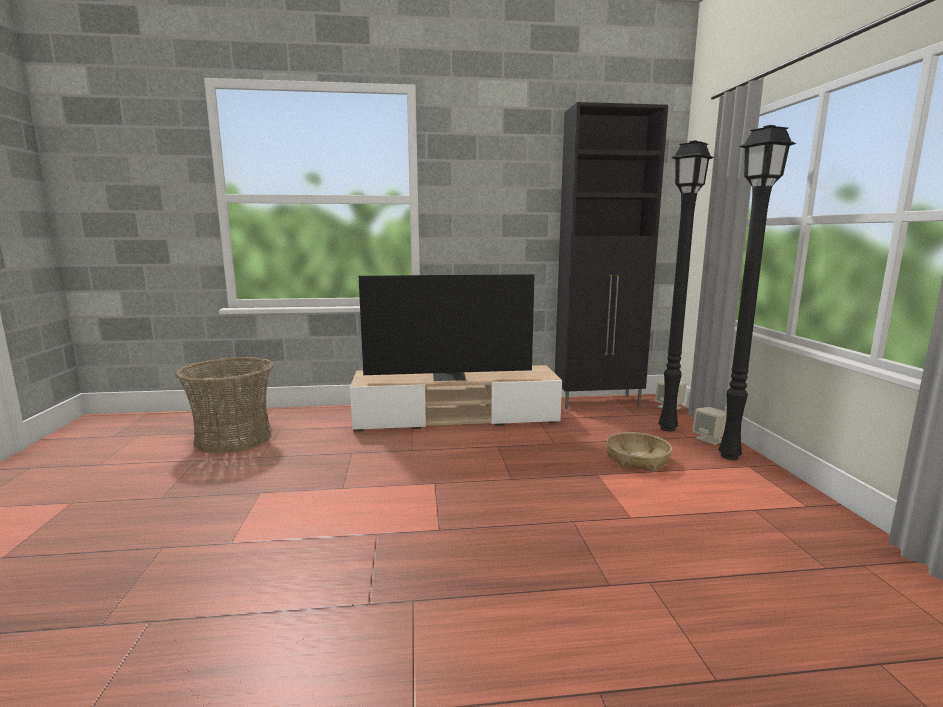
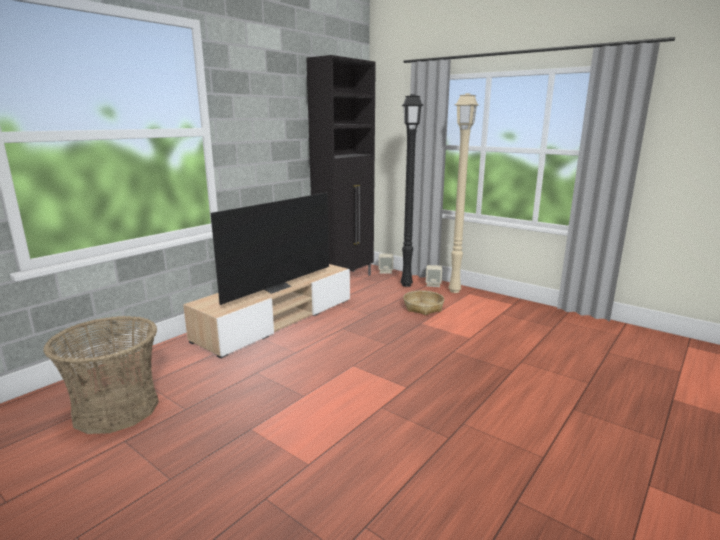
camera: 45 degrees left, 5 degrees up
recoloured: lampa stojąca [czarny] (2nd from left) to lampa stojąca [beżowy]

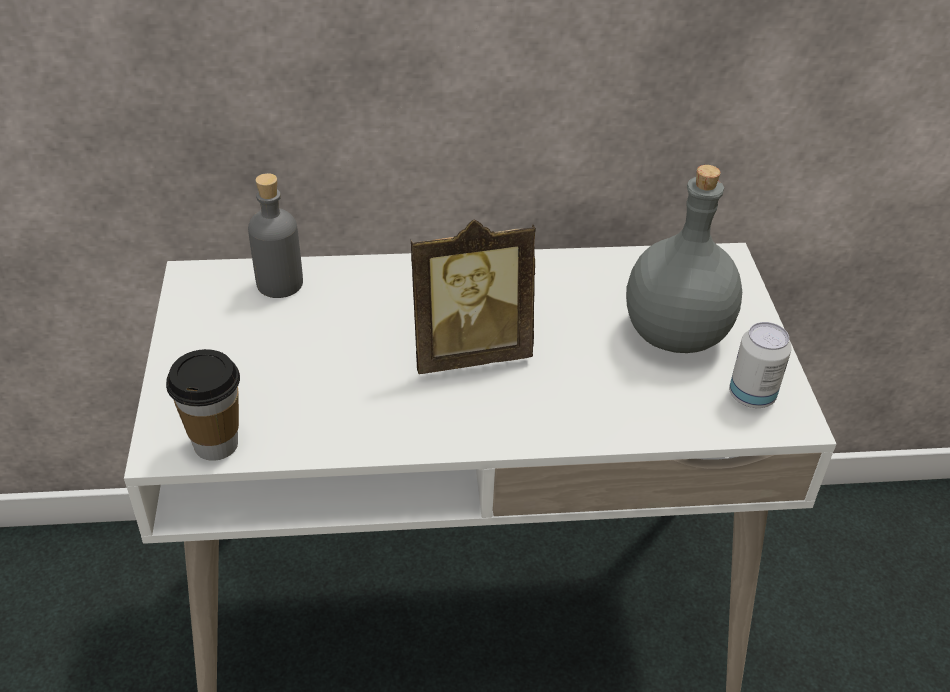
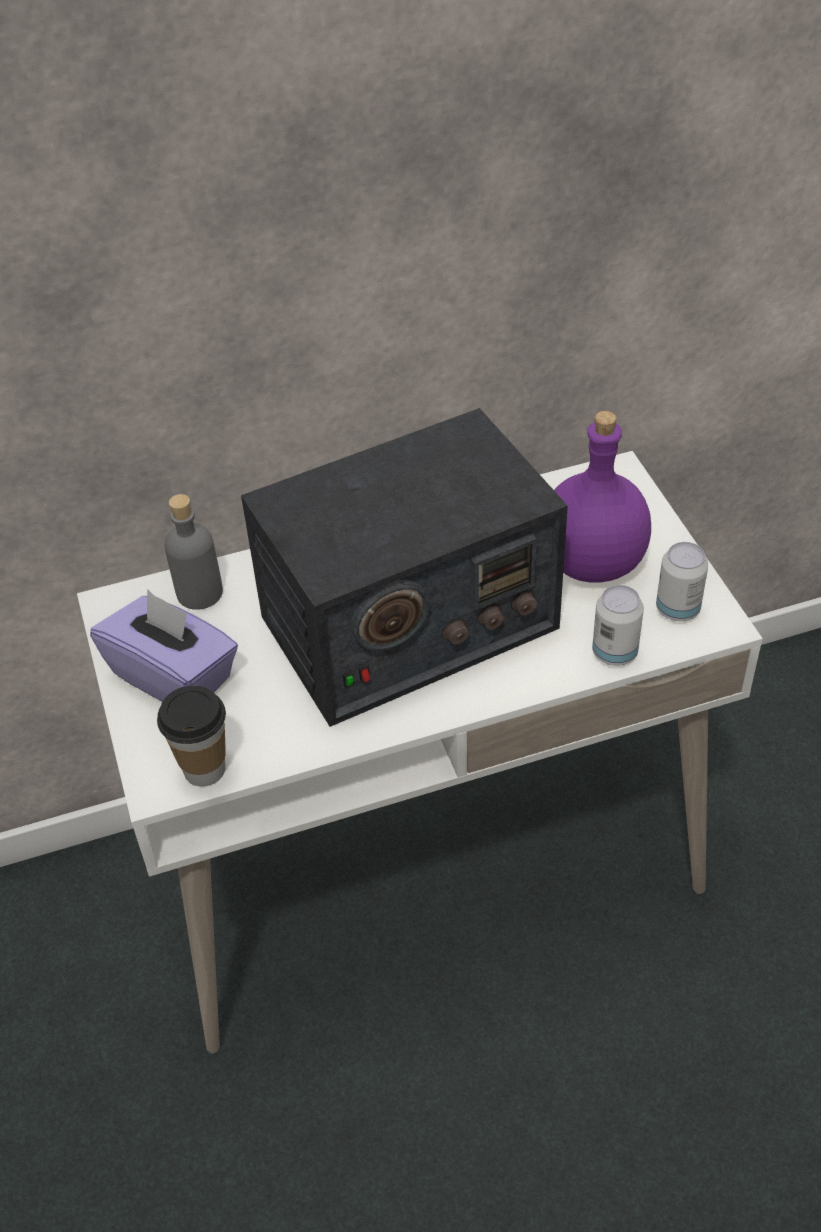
camera: 10 degrees left, 5 degrees up
added: puszka (1st from left); pudełko chusteczek [fioletowy]
replaced: ramka na zdjęcie to radio
recoloured: butelka [szary] (2nd from left) to butelka [fioletowy]

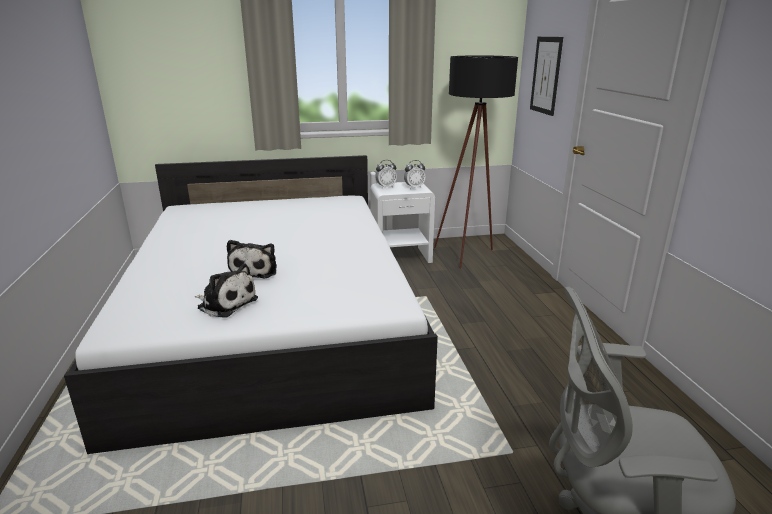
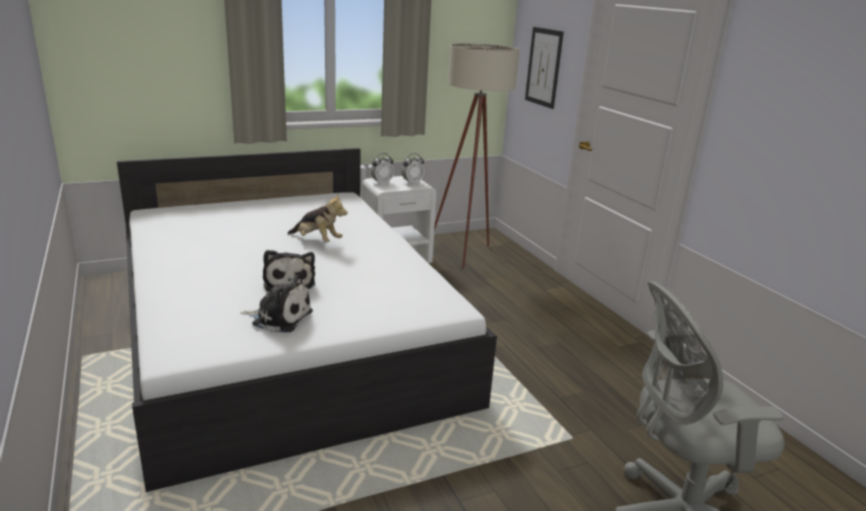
camera: 15 degrees left, 0 degrees up
added: pluszak (3rd from left)
recoloured: lampa stojąca [czarny] to lampa stojąca [beżowy]

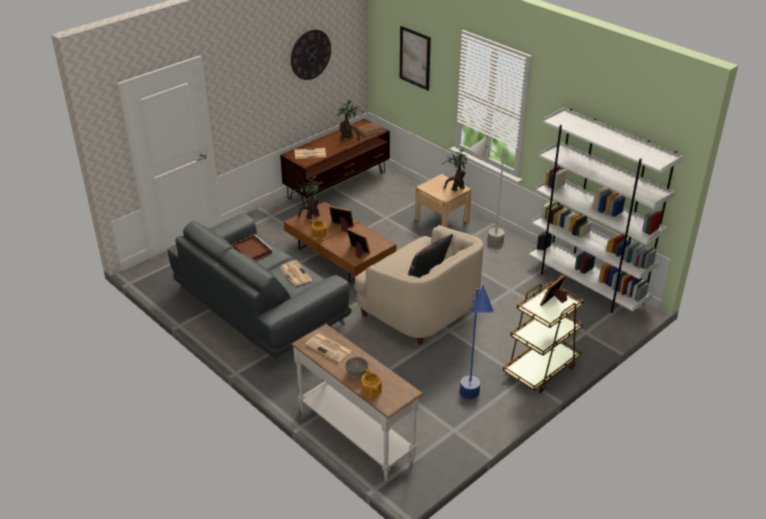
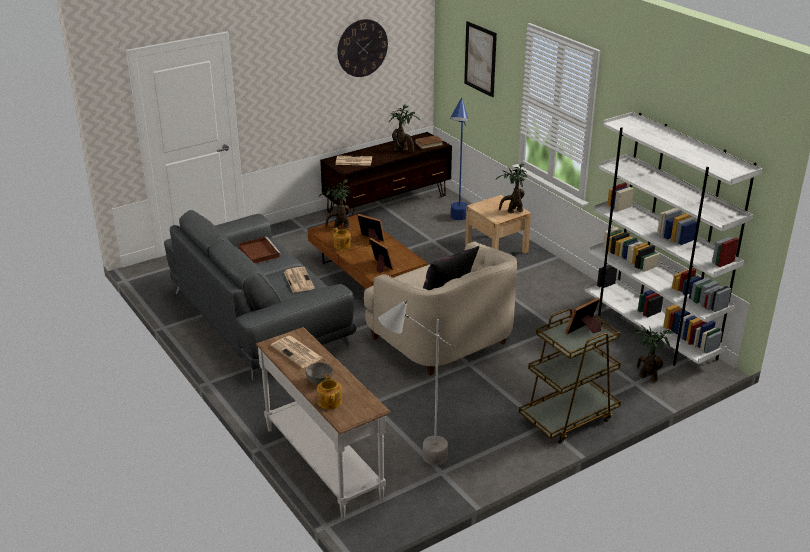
camera: 10 degrees right, 5 degrees down
added: roślina doniczkowa (4th from left)
moved: lampa stojąca [szary]; lampa stojąca [niebieski]

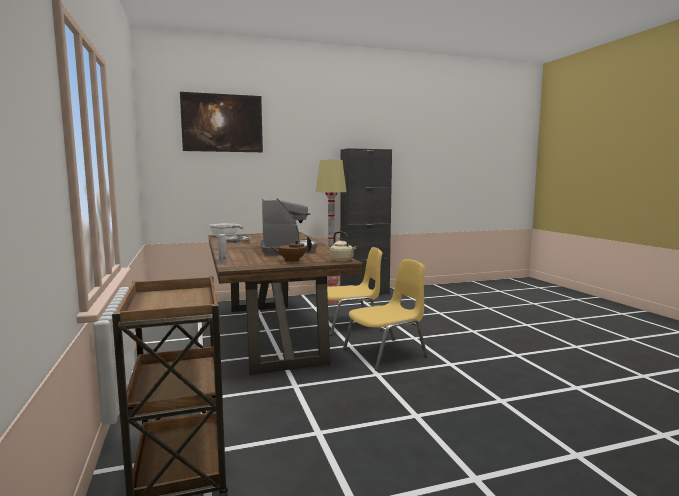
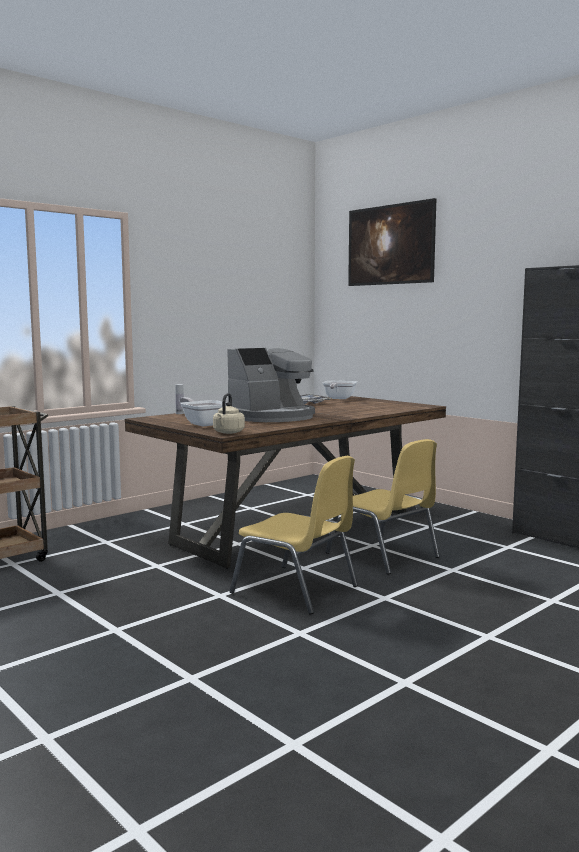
camera: 65 degrees right, 0 degrees up
removed: lampa stojąca
replaced: imbryk [brązowy] to patelnia (1st from left)

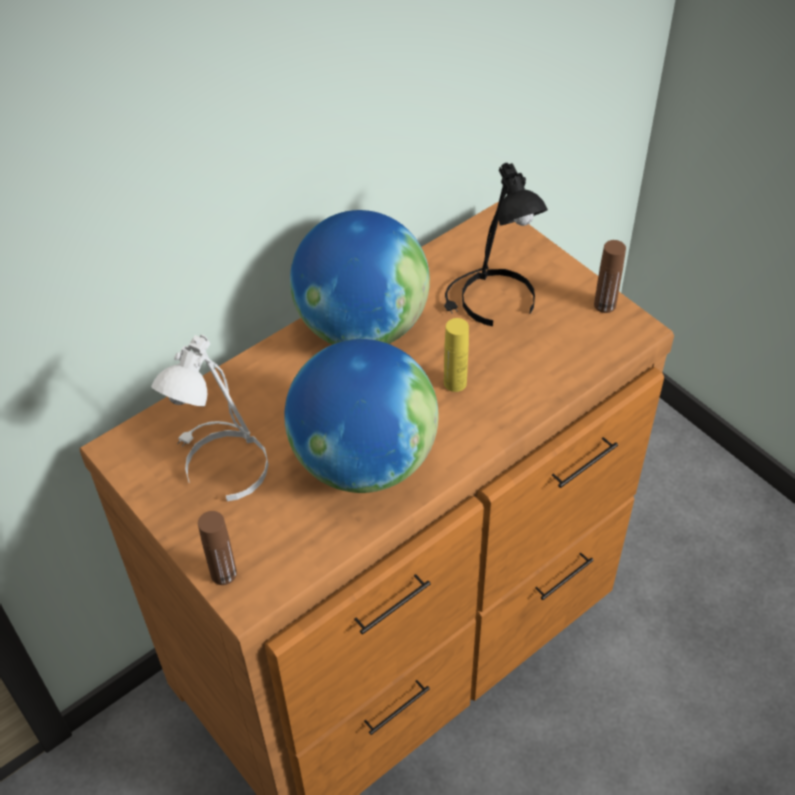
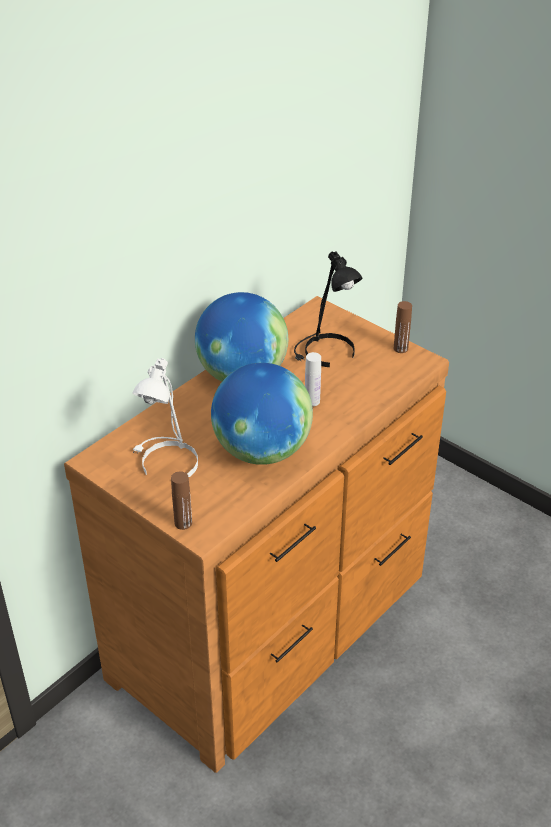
camera: 10 degrees left, 10 degrees down
recoloured: butelka [żółty] to butelka [biały]

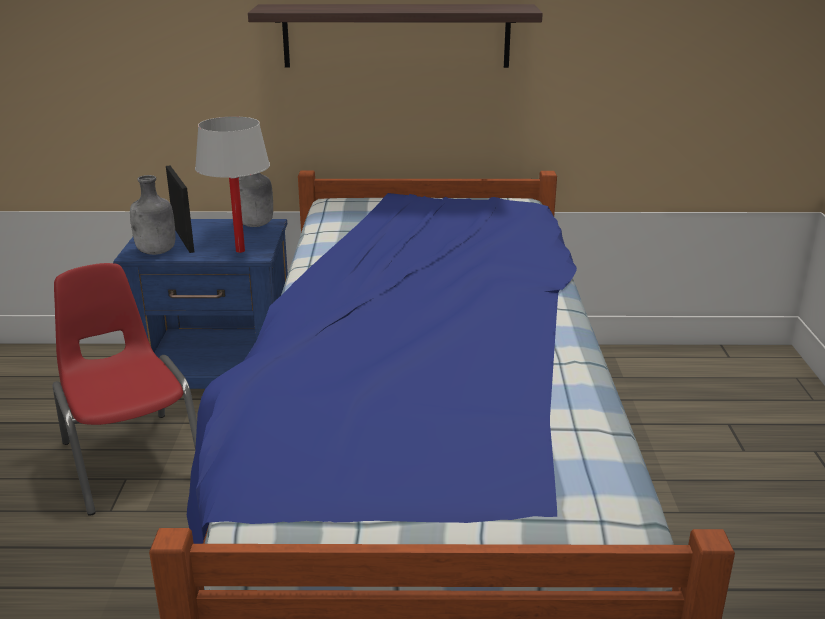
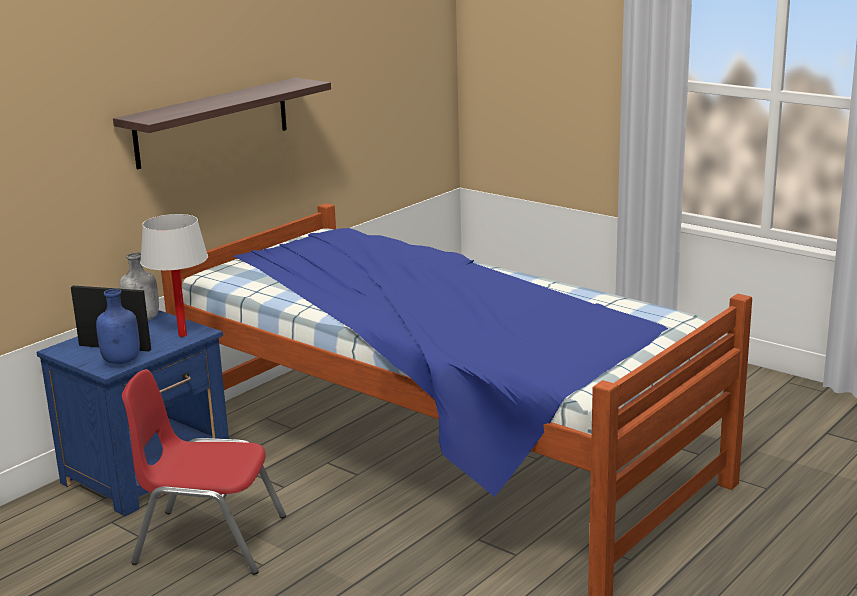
camera: 50 degrees left, 5 degrees down
recoloured: butelka [szary] (1st from left) to butelka [niebieski]

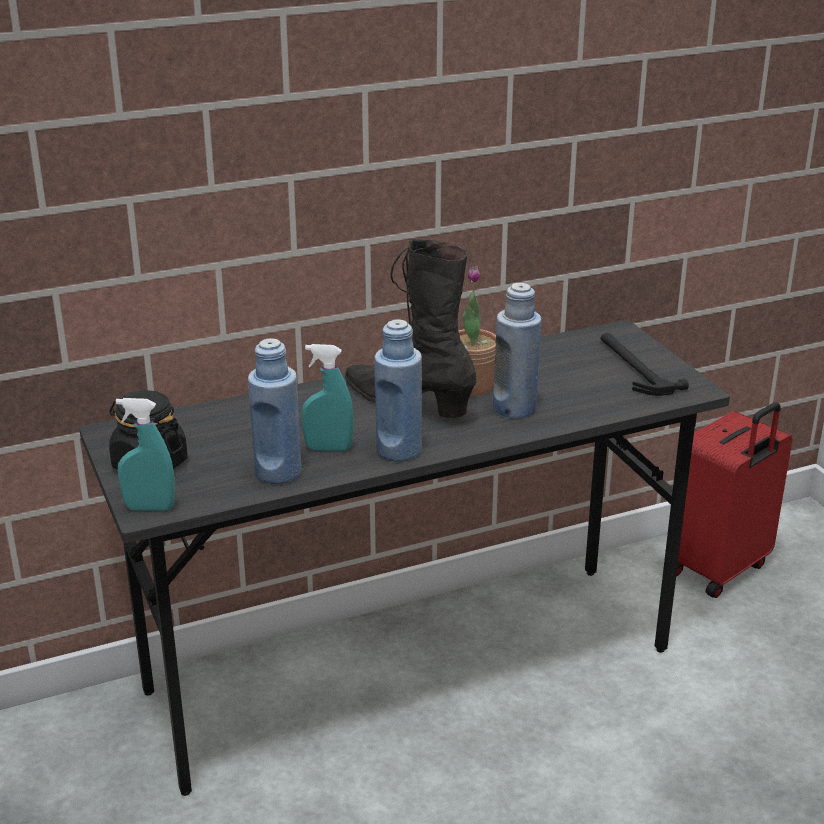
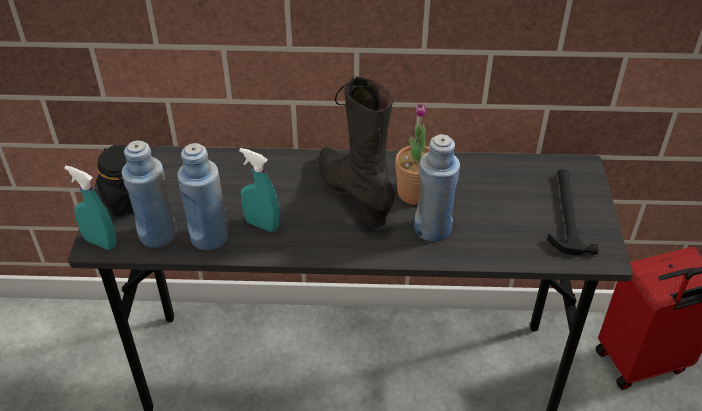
camera: 25 degrees right, 15 degrees up
moved: butelka [niebieski] (2nd from left in the first image) to butelka [niebieski] (1st from left)

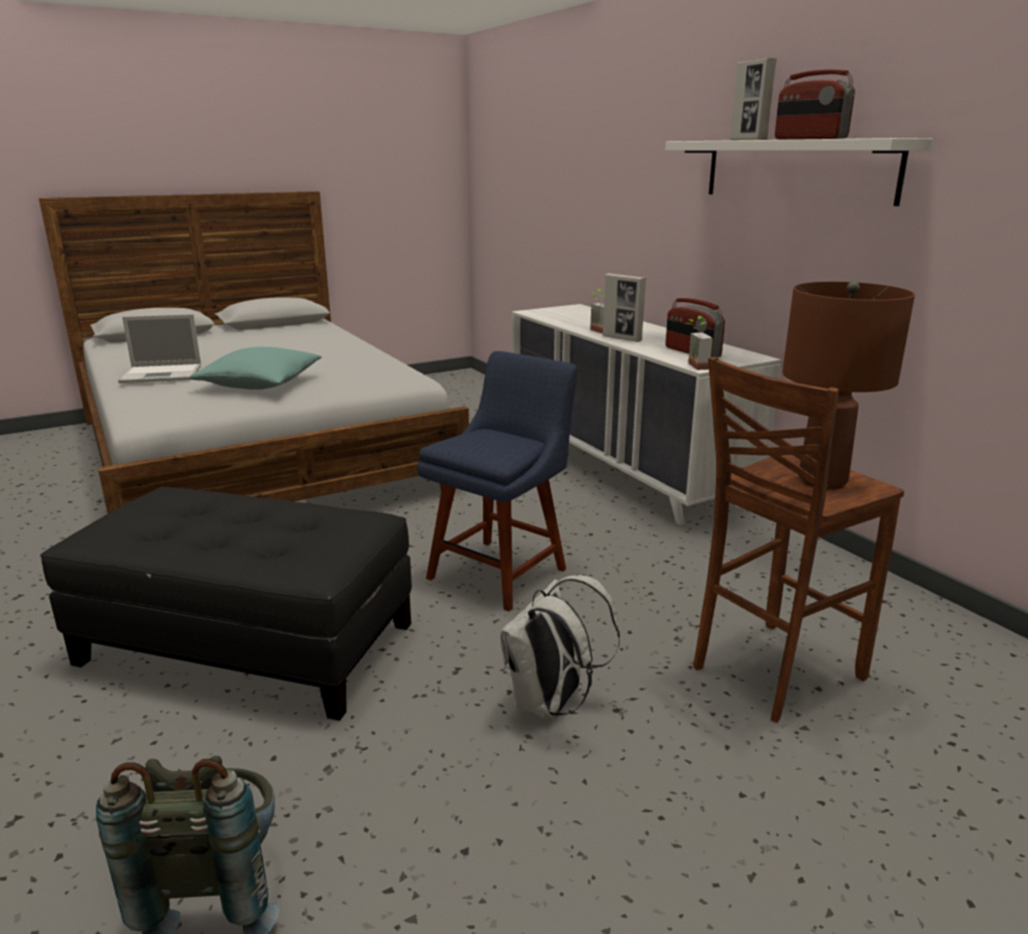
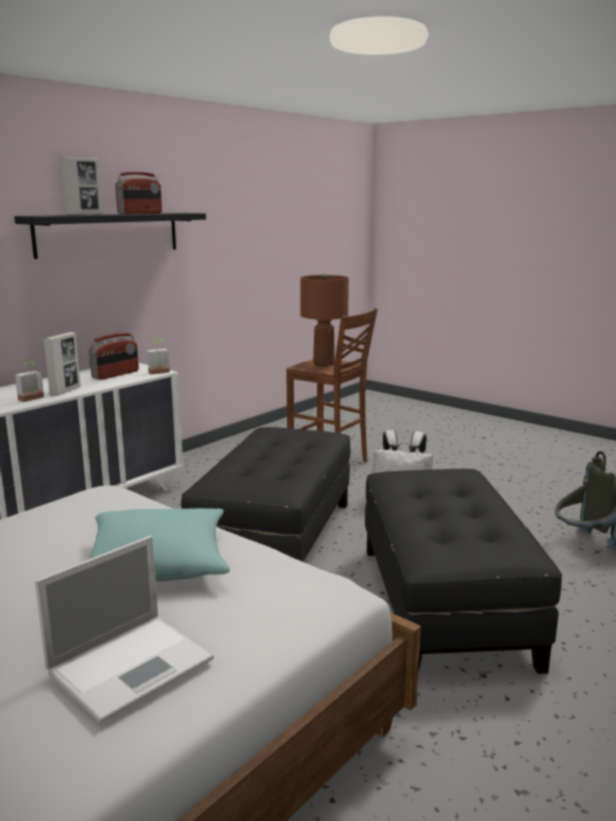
camera: 110 degrees left, 5 degrees down
replaced: krzesło [niebieski] to pufa [czarny] (1st from left)
recoloured: półka [biały] to półka [czarny]
turned: laptop 75 degrees clockwise

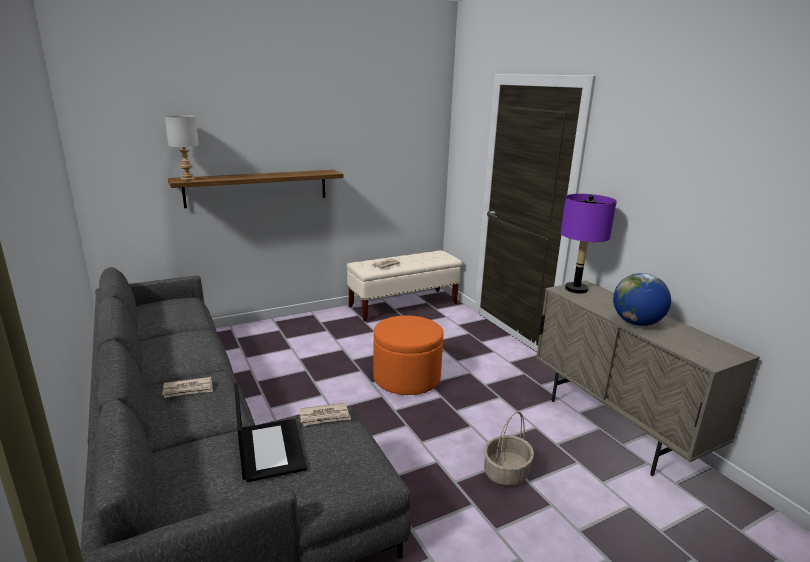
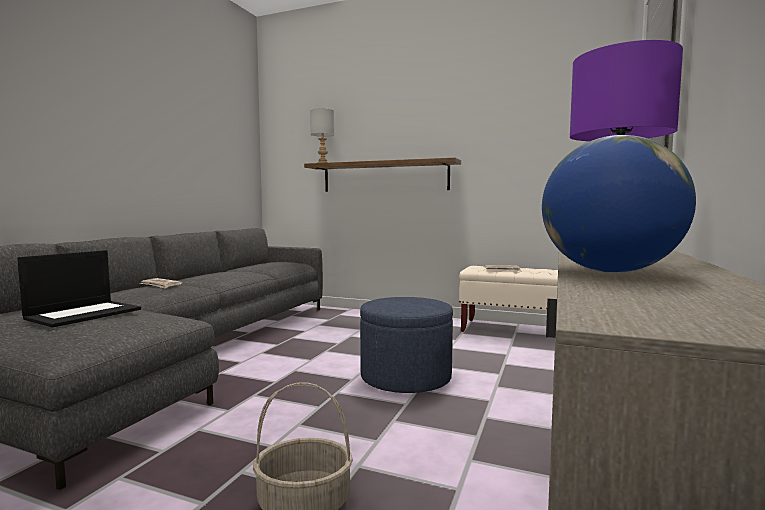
camera: 50 degrees right, 15 degrees down
removed: gazeta (2nd from left)
recoloured: pufa [pomarańczowy] to pufa [niebieski]

